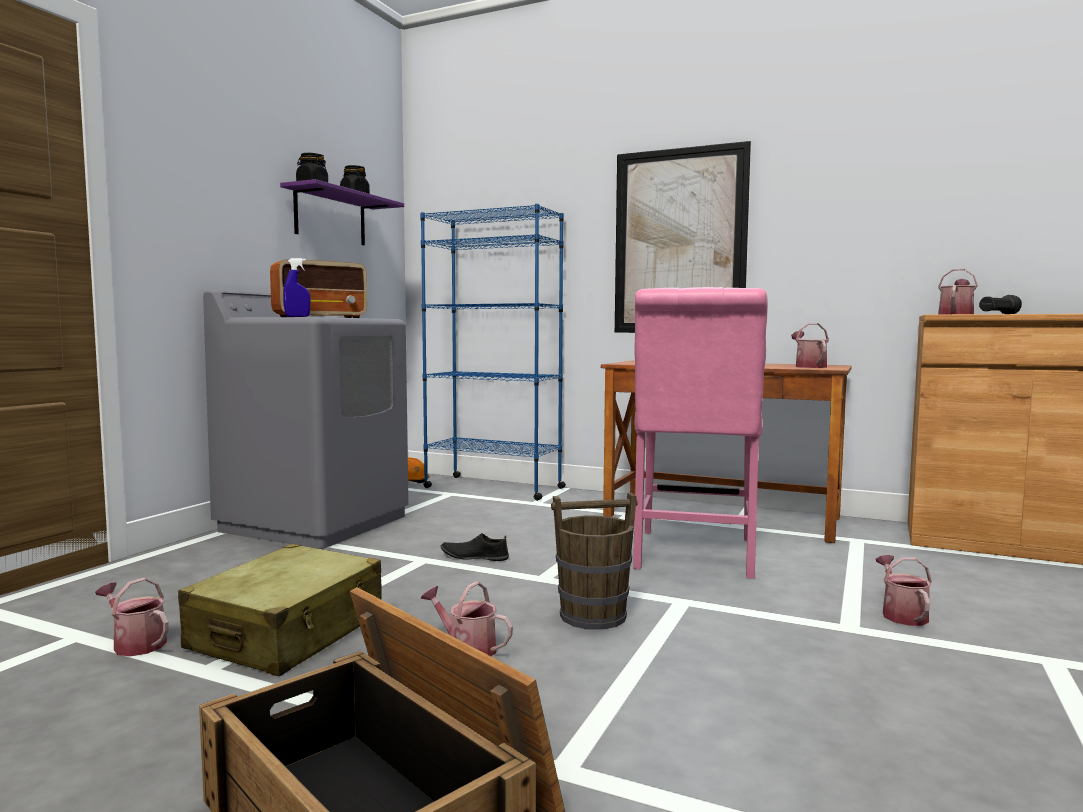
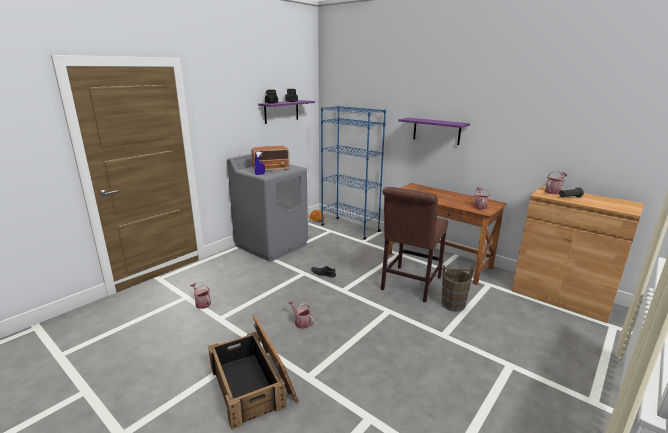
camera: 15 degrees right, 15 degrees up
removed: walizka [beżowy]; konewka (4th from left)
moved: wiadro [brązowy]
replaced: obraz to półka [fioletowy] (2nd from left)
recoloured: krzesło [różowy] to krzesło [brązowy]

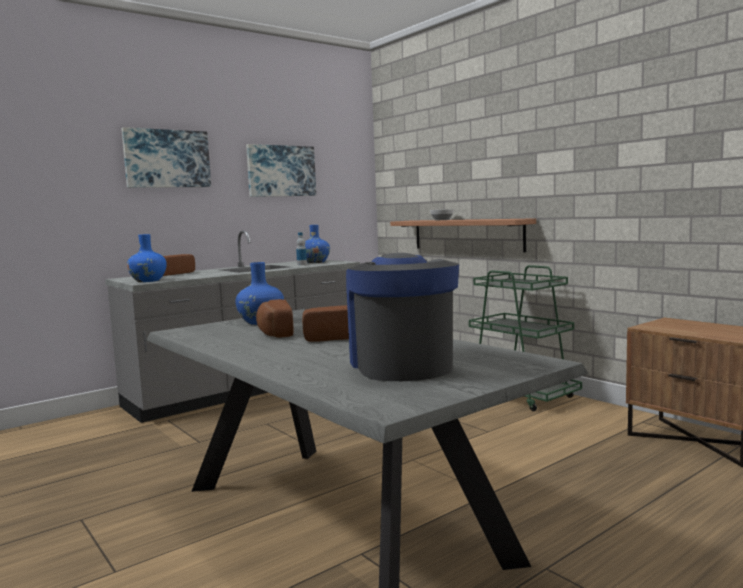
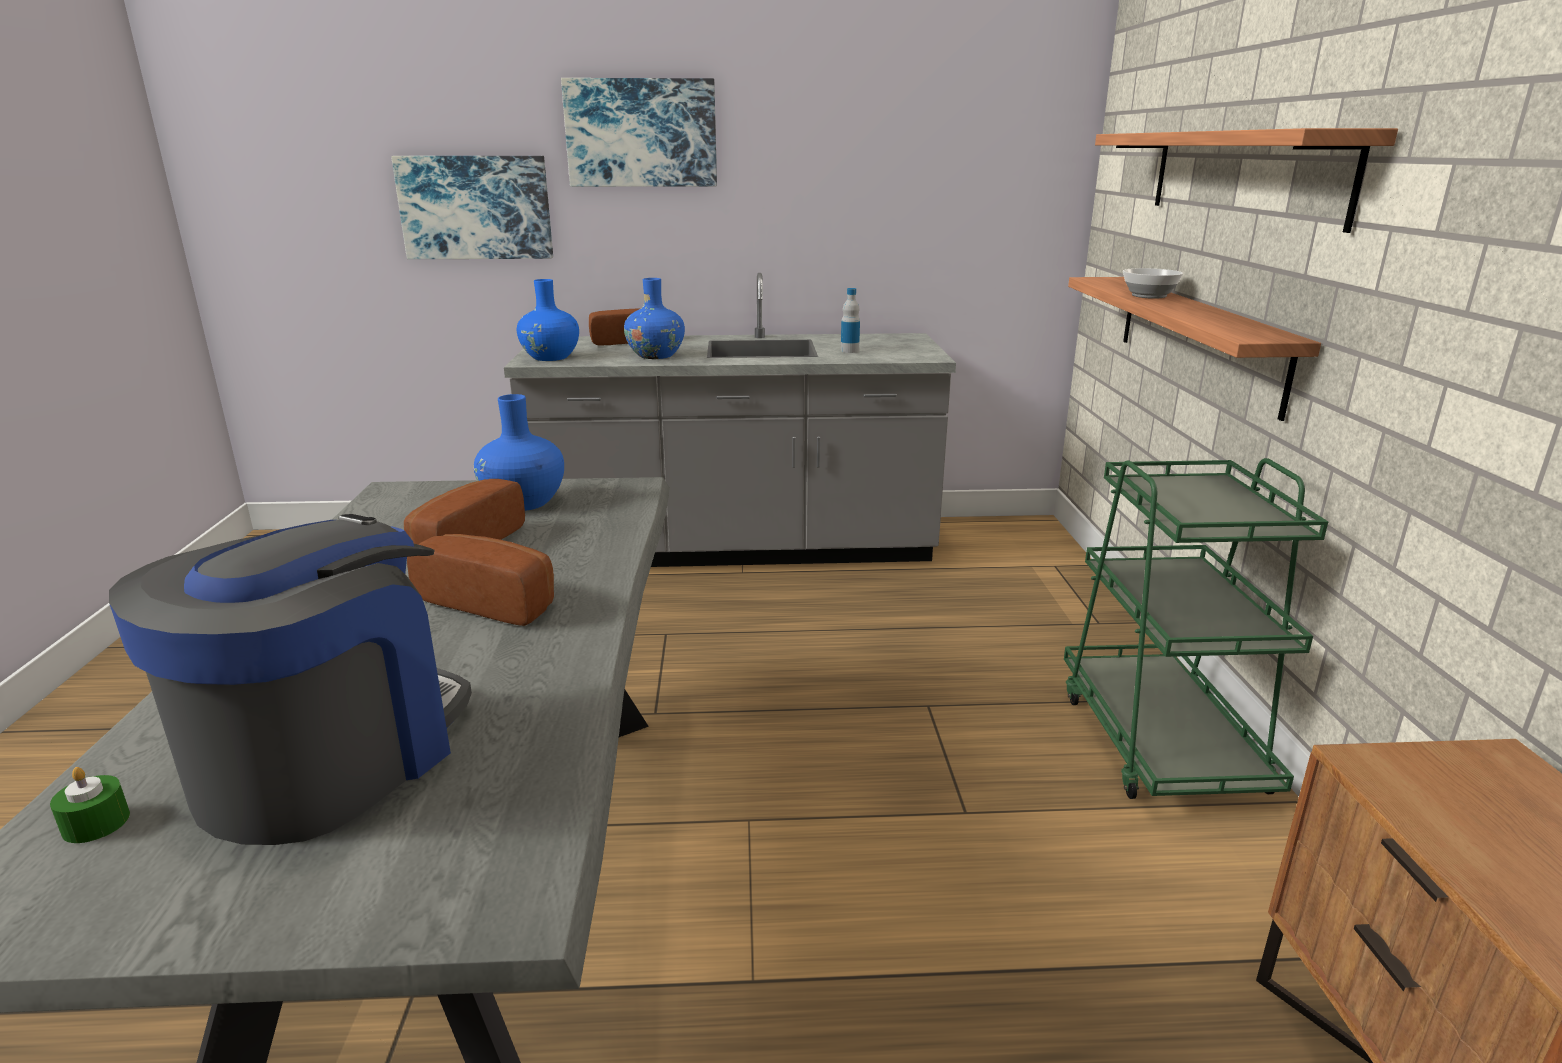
camera: 35 degrees right, 15 degrees up
added: półka (2nd from left); świeca [zielony]
moved: obraz (2nd from left in the first image) to obraz (1st from left); wazon [niebieski] (3rd from left)

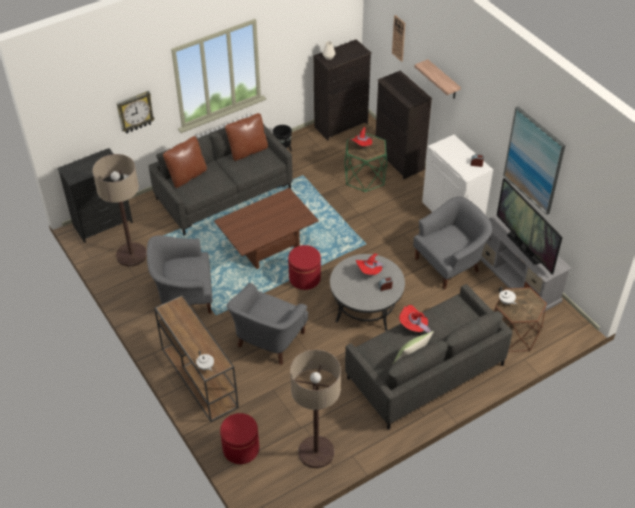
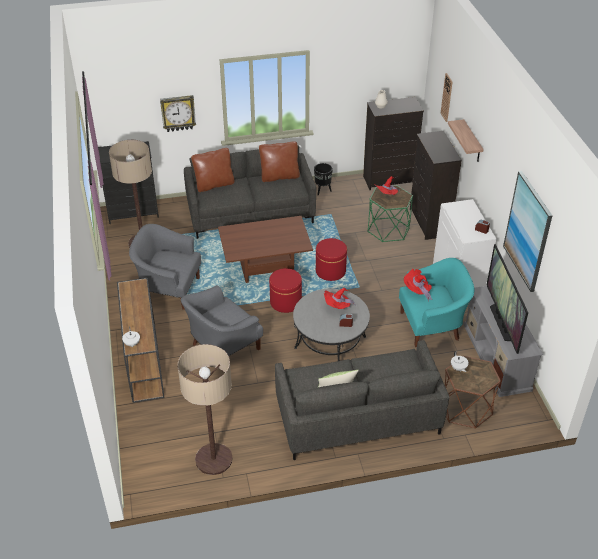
camera: 20 degrees right, 5 degrees down
moved: kapelusz [czerwony] (3rd from left); pufa [czerwony] (1st from left in the first image) to pufa [czerwony] (2nd from left)
recoloured: fotel [szary] (3rd from left) to fotel [turkusowy]

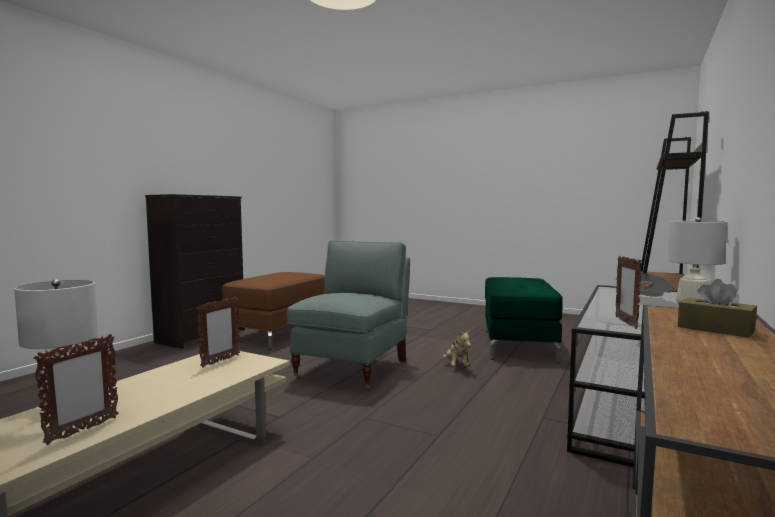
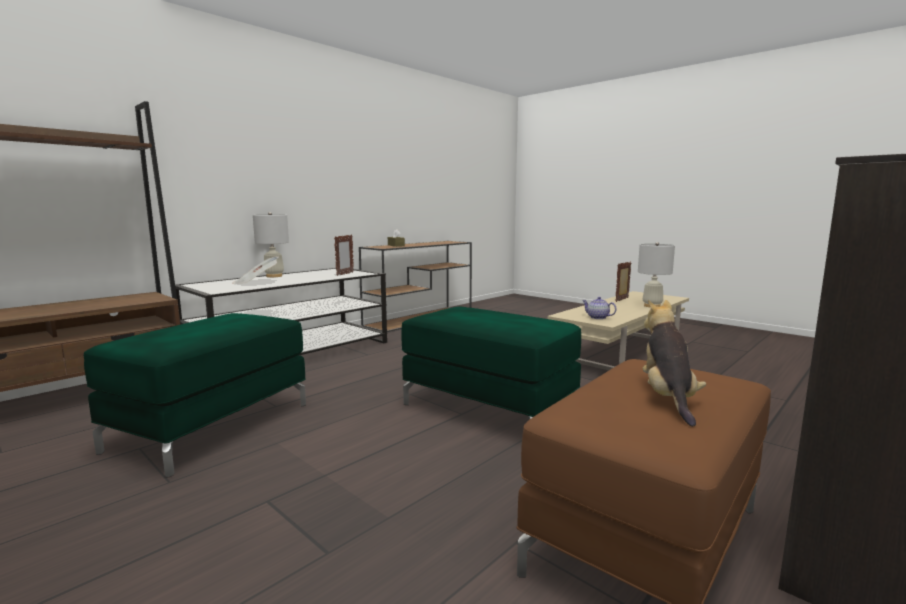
camera: 165 degrees left, 5 degrees up
moved: pluszak
replaced: fotel [szary] to pufa [zielony] (2nd from left); ramka na zdjęcie (2nd from left) to imbryk

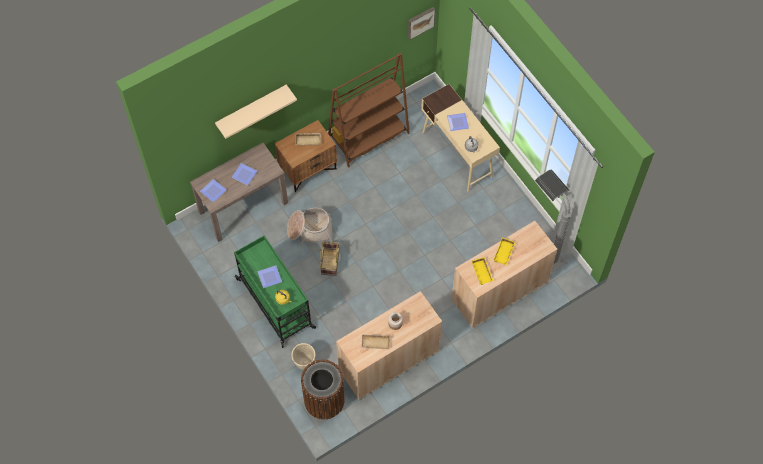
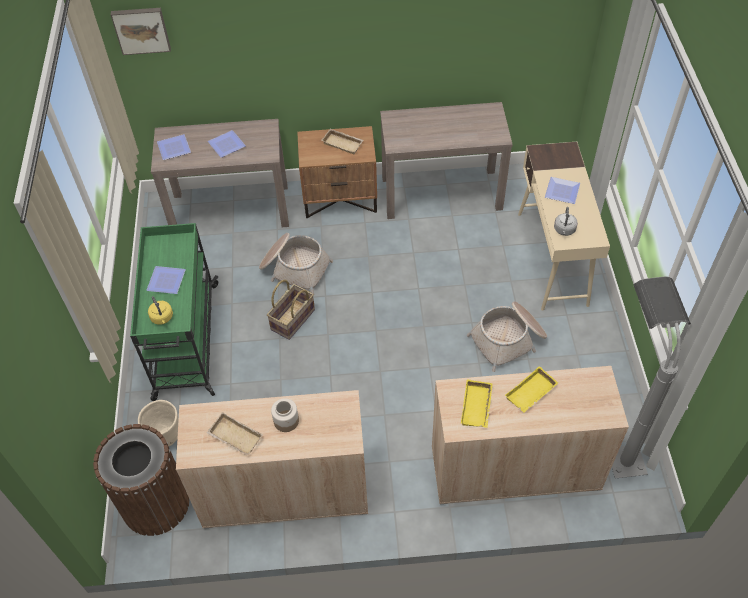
camera: 30 degrees right, 10 degrees down
removed: półka [beżowy]
added: koszyk (3rd from left)
moved: obraz
replaced: regał [brązowy] to stolik konsolowy [brązowy] (2nd from left)

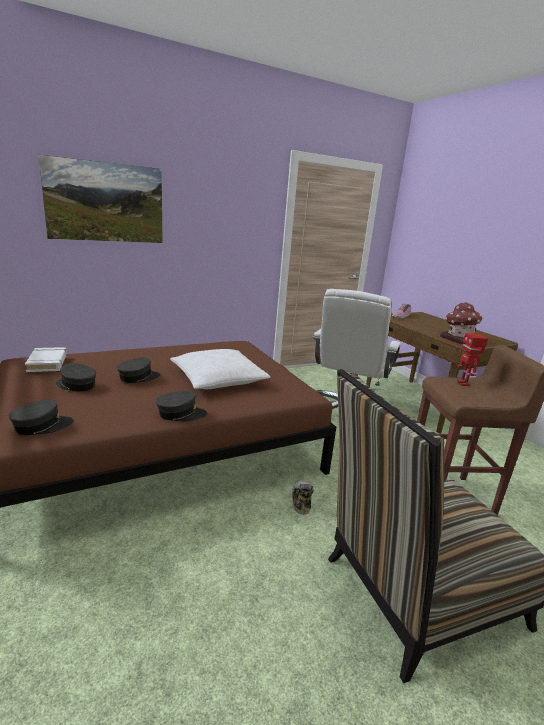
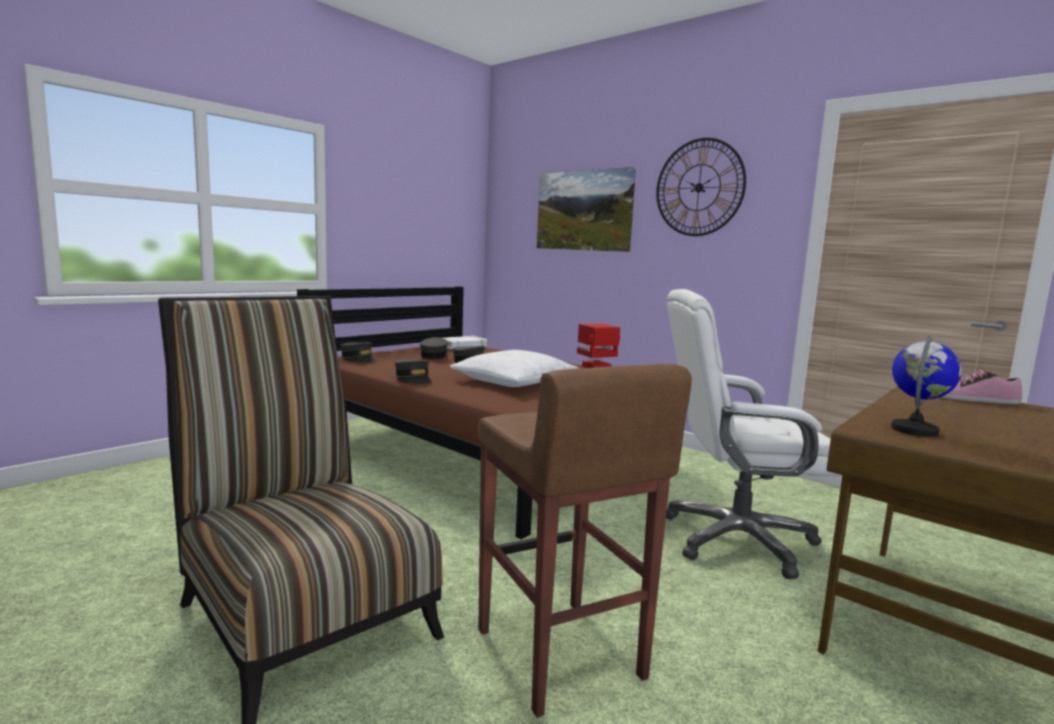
camera: 70 degrees right, 10 degrees down
removed: but (1st from left)
added: zegar ścienny
replaced: domek to globus

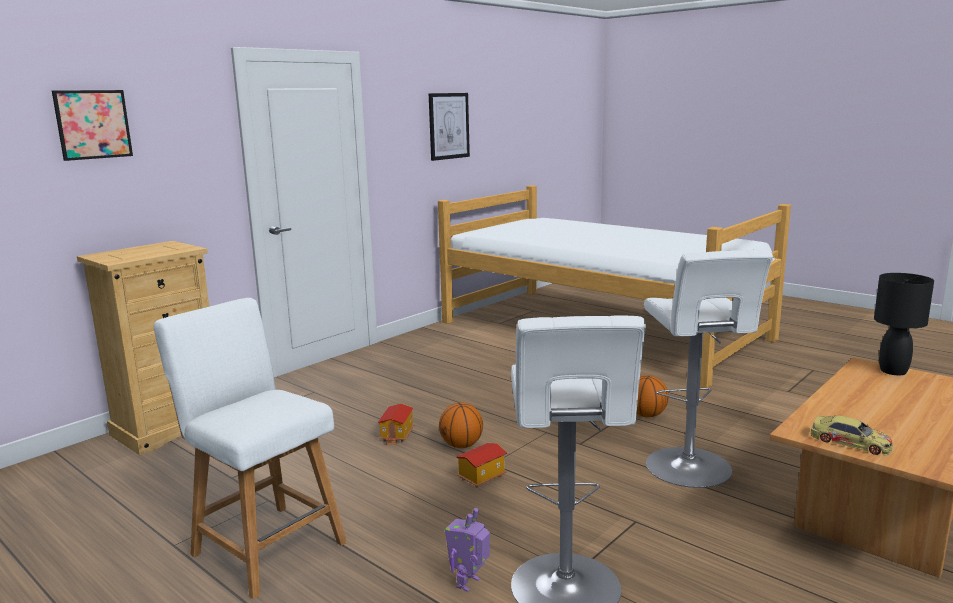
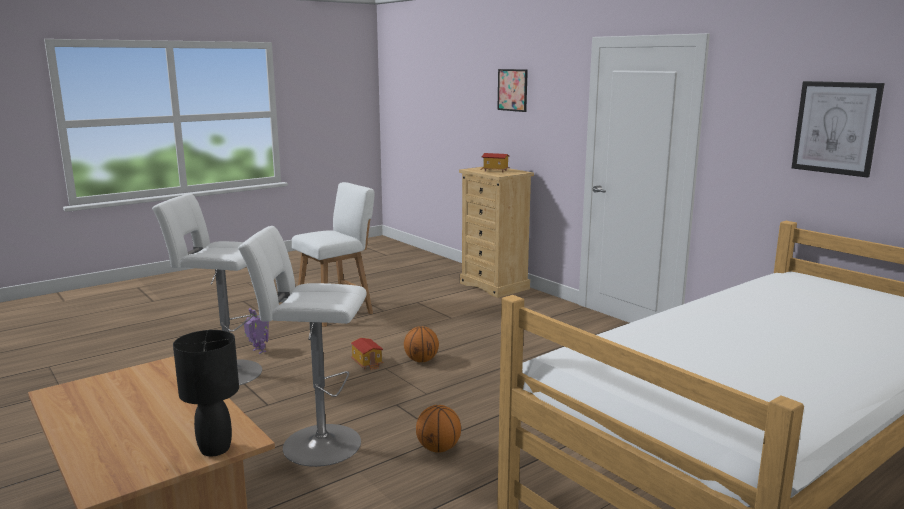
camera: 100 degrees right, 0 degrees up
removed: samochodzik
moved: domek (1st from left in the first image) to domek (2nd from left)

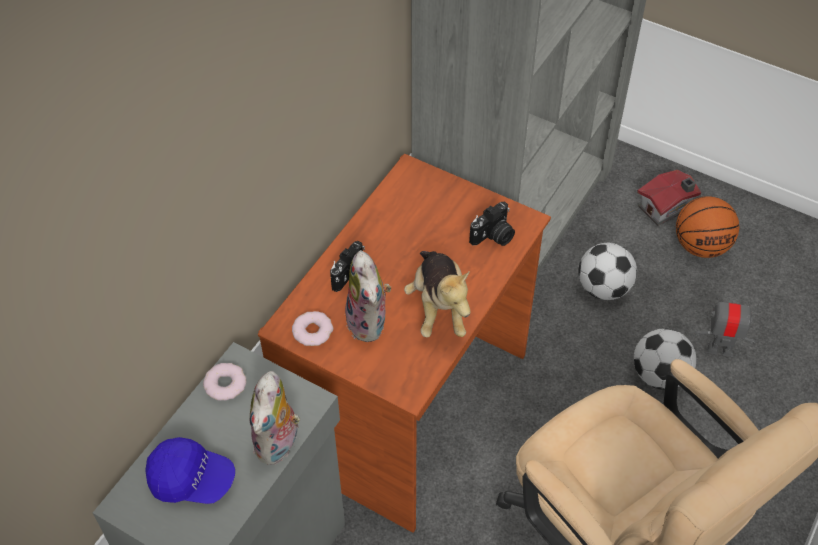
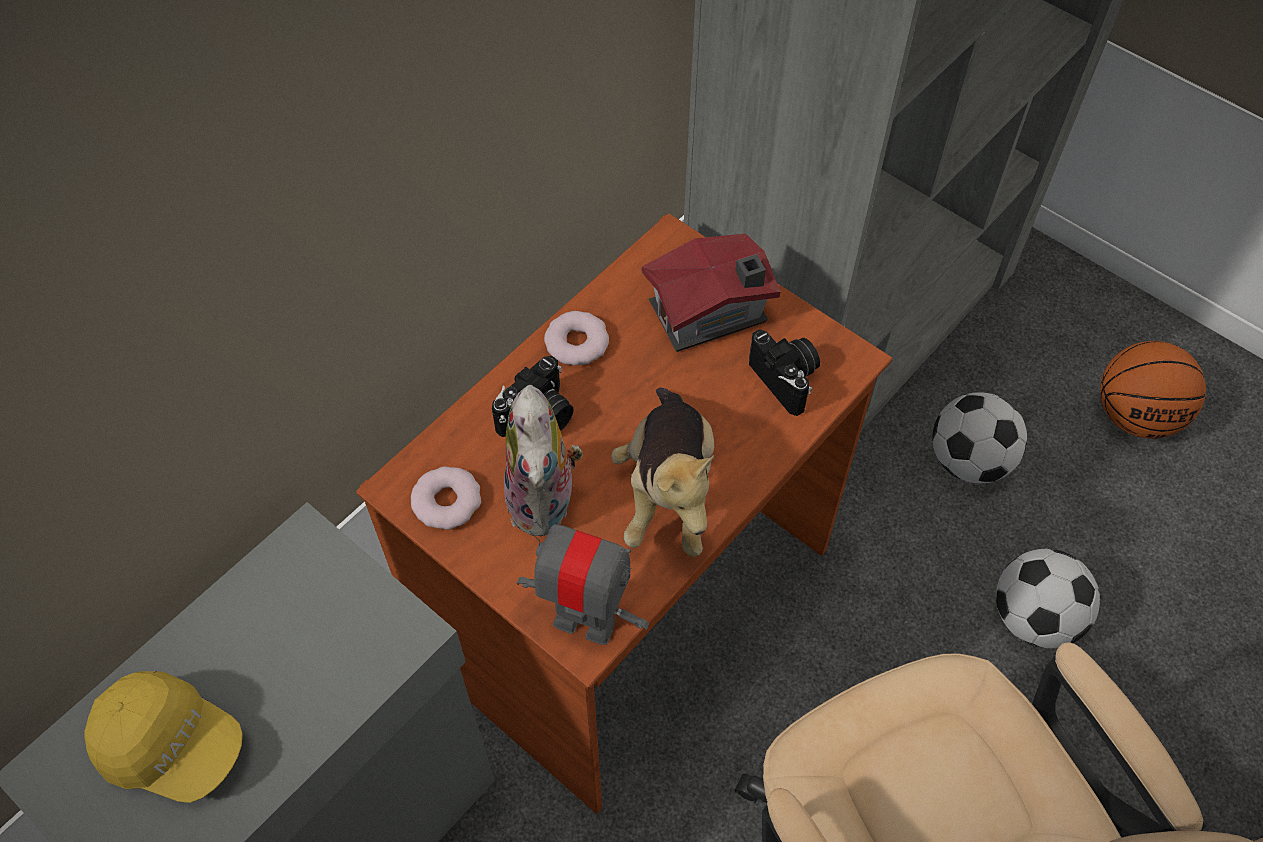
camera: 10 degrees right, 5 degrees up
removed: pluszak (1st from left)
moved: domek; robot zabawkowy; donut (1st from left in the first image) to donut (2nd from left)
recoloured: czapka z daszkiem [niebieski] to czapka z daszkiem [żółty]
turned: aparat fotograficzny (2nd from left) 90 degrees counterclockwise

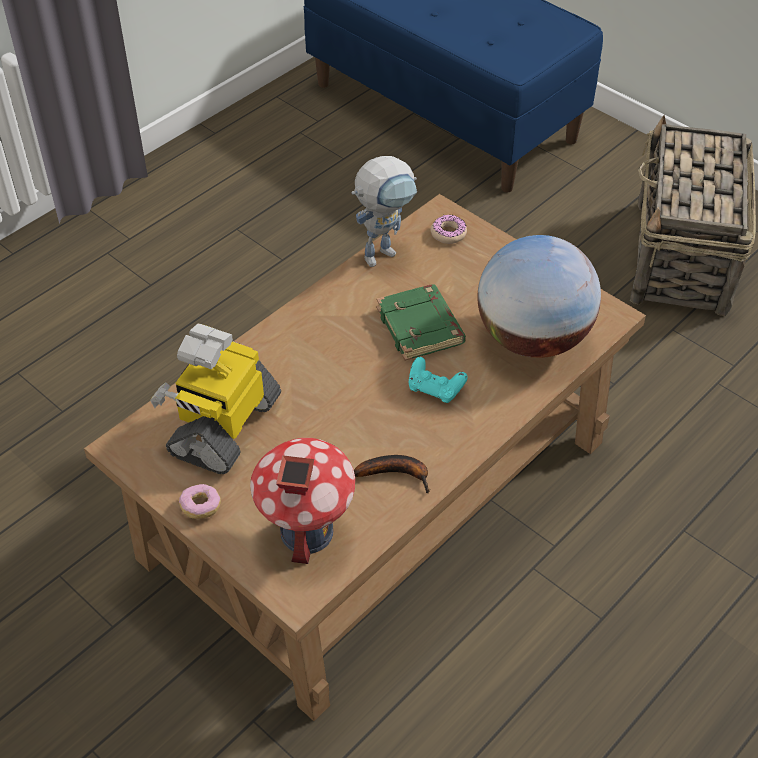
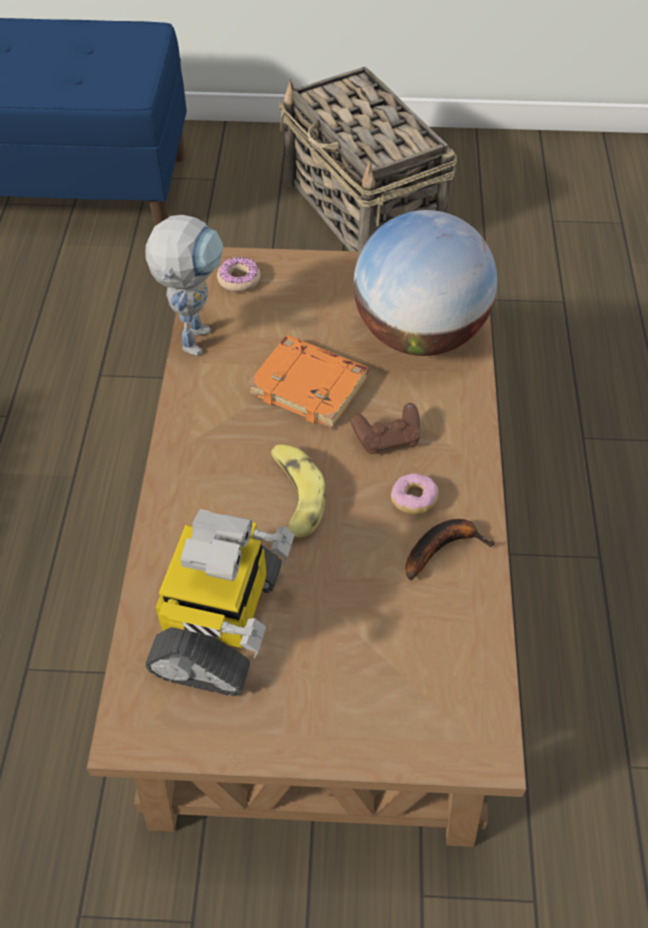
camera: 40 degrees left, 5 degrees up
removed: domek
added: banan (1st from left)
moved: donut (1st from left in the first image) to donut (2nd from left)
recoloured: książka [zielony] to książka [pomarańczowy]; pad do gier [turkusowy] to pad do gier [brązowy]
turned: robot zabawkowy (1st from left in the first image) 150 degrees counterclockwise

